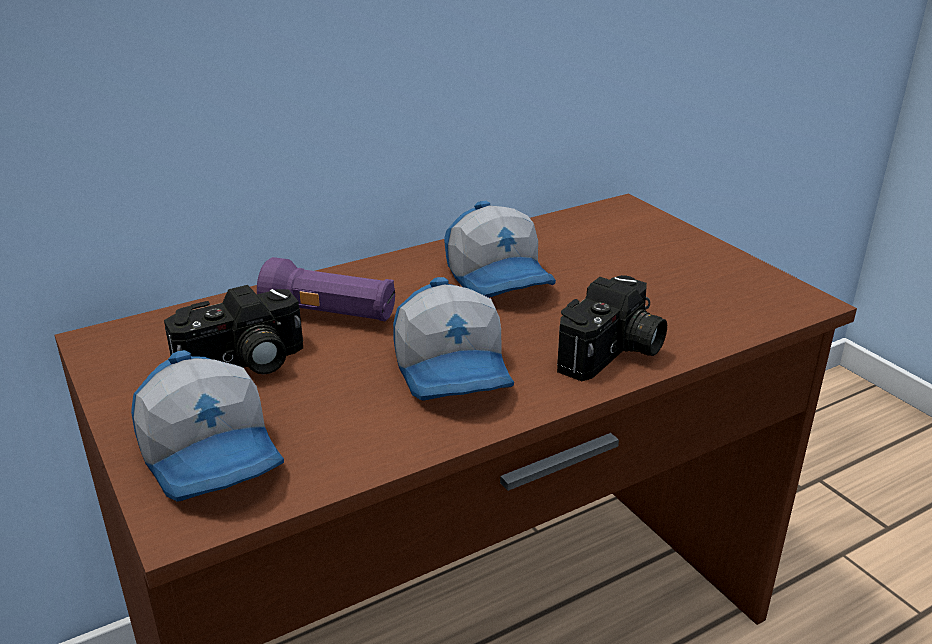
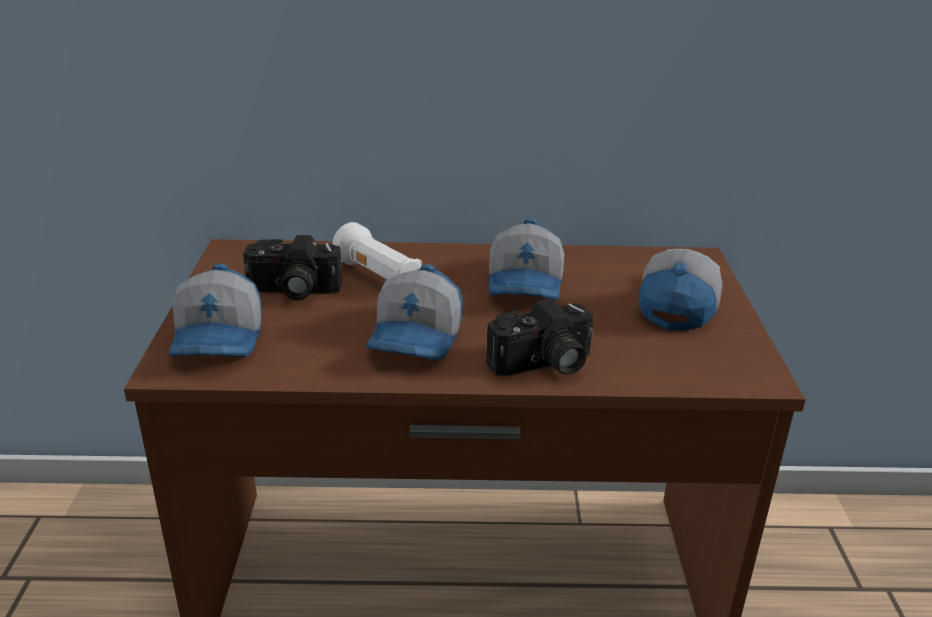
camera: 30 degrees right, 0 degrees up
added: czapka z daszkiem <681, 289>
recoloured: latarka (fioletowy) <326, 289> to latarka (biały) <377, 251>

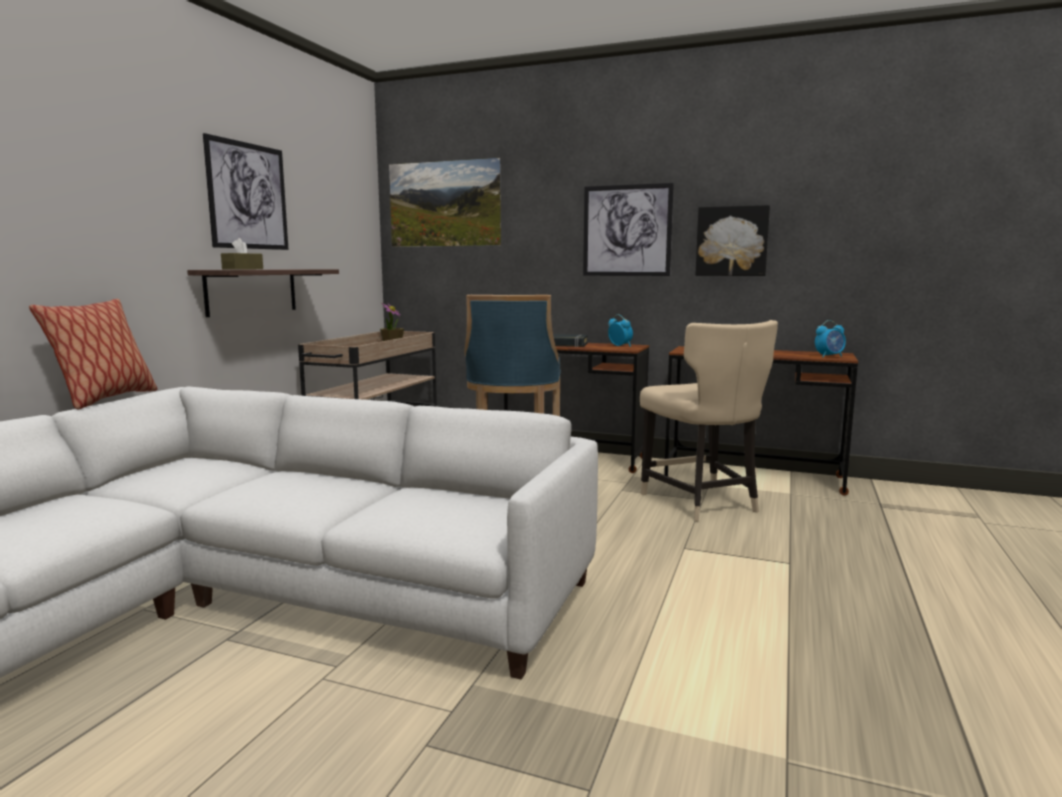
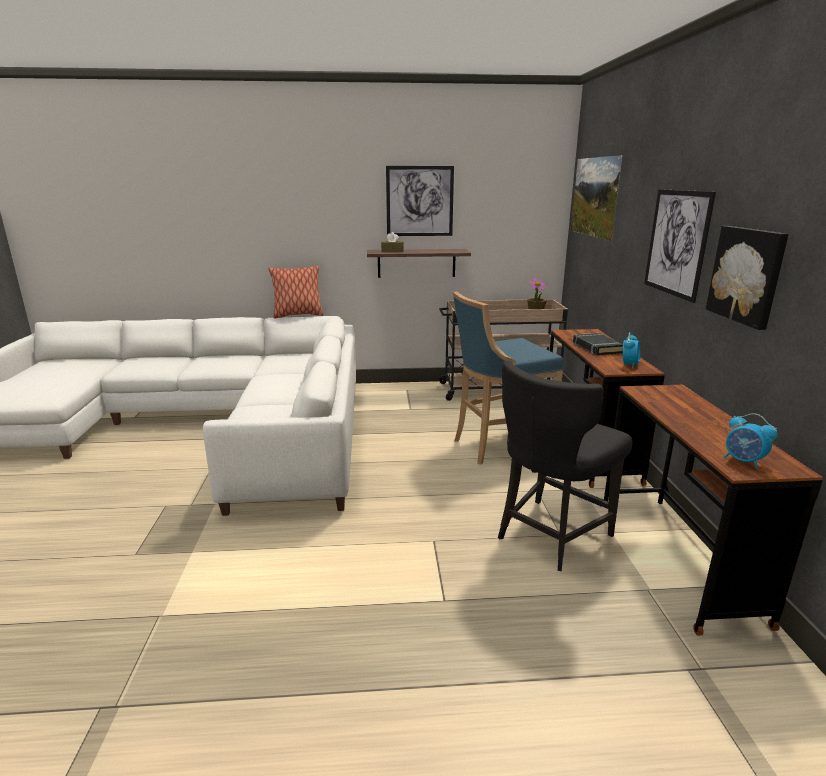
camera: 65 degrees right, 10 degrees up
recoloured: krzesło (beżowy) <709, 420> to krzesło (czarny) <565, 466>

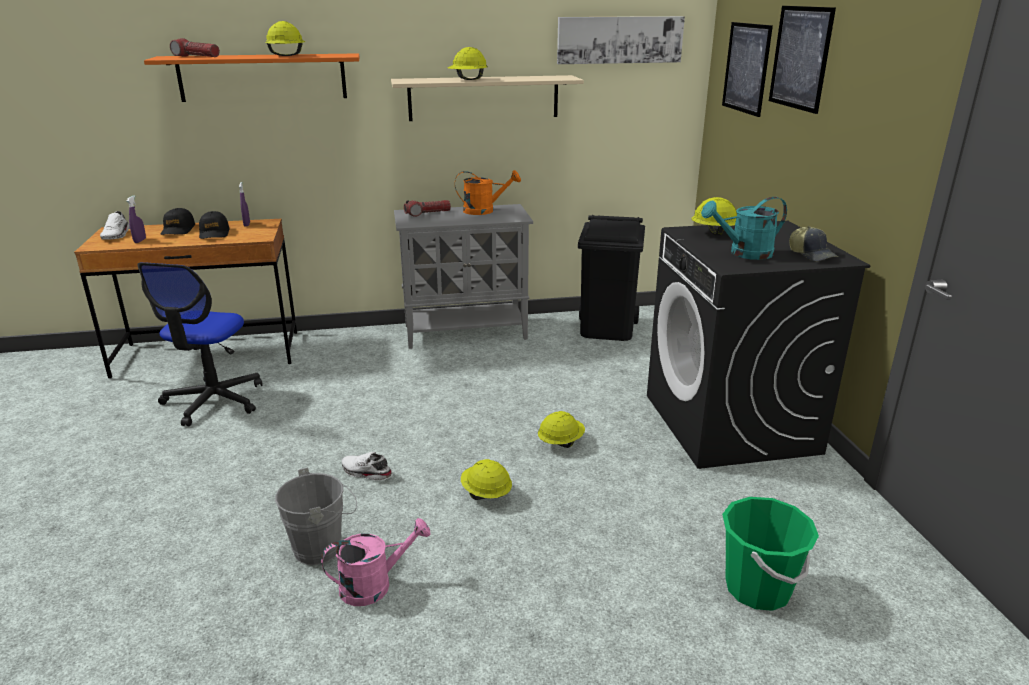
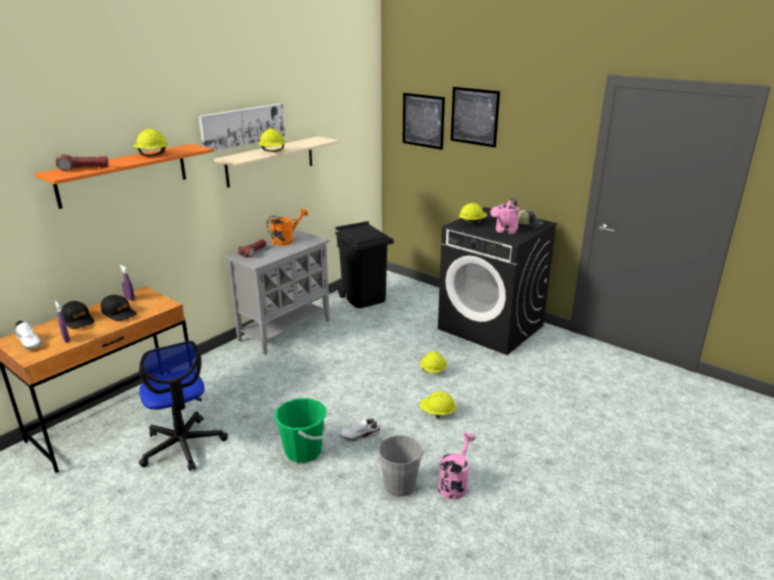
camera: 40 degrees left, 0 degrees up
moved: obraz <621, 40> to <242, 127>; wiadro (zielony) <770, 554> to <300, 430>
recoloured: konewka (turkusowy) <744, 228> to konewka (różowy) <505, 216>

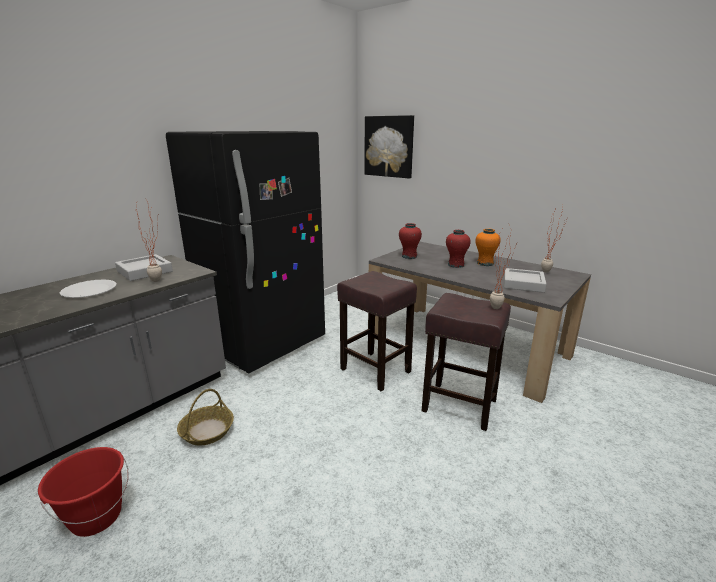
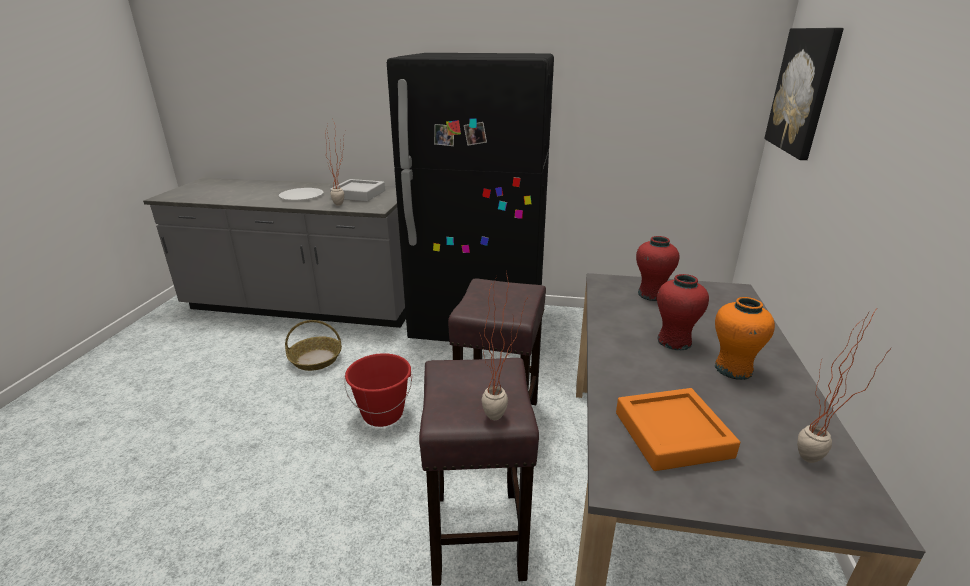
camera: 60 degrees right, 5 degrees up
moved: wiadro (czerwony) <83, 492> to <378, 390>
recoloured: taca (szary) <525, 280> to taca (pomarańczowy) <678, 429>

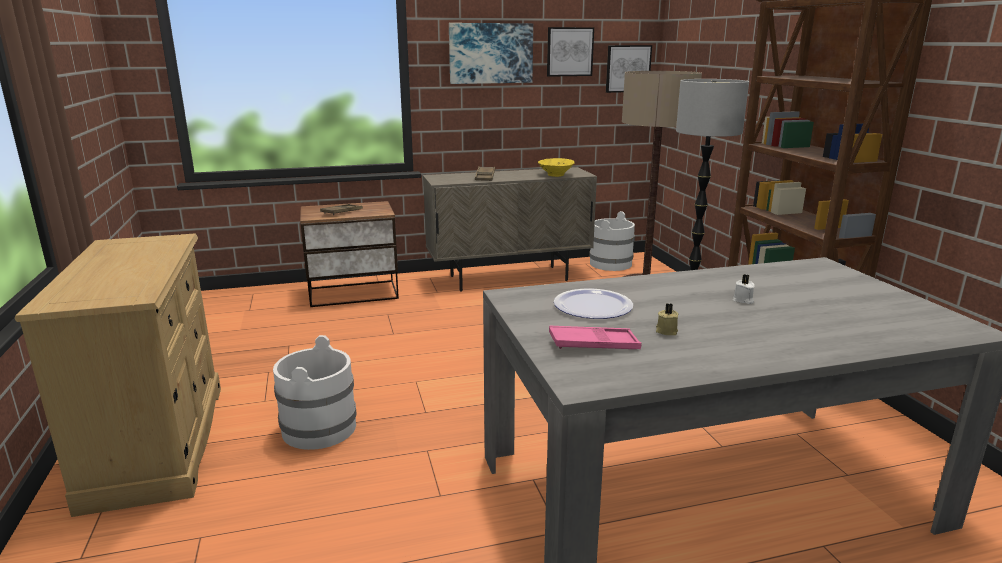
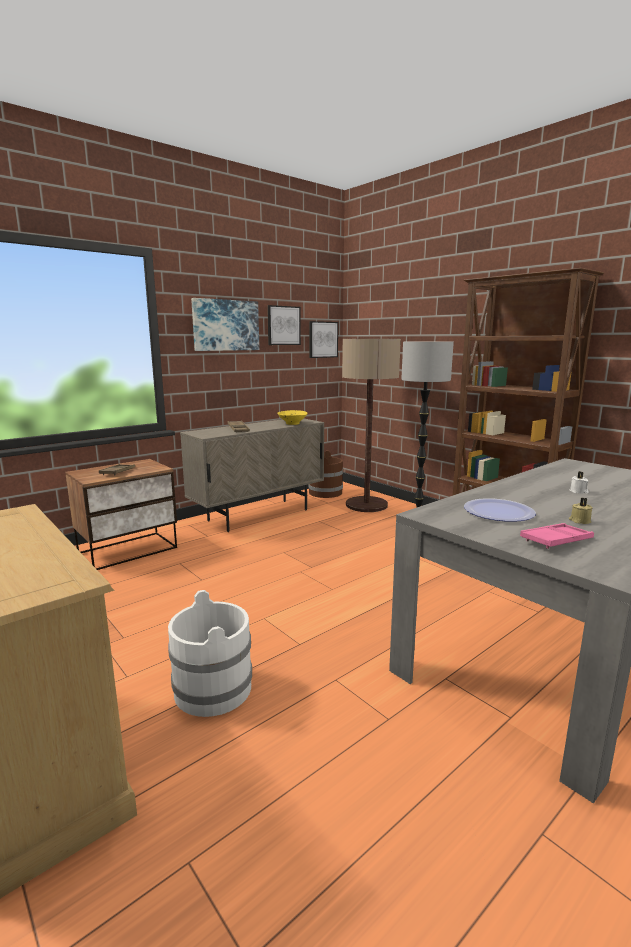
camera: 25 degrees left, 5 degrees down
recoloured: wiadro (biały) <612, 241> to wiadro (brązowy) <325, 474>

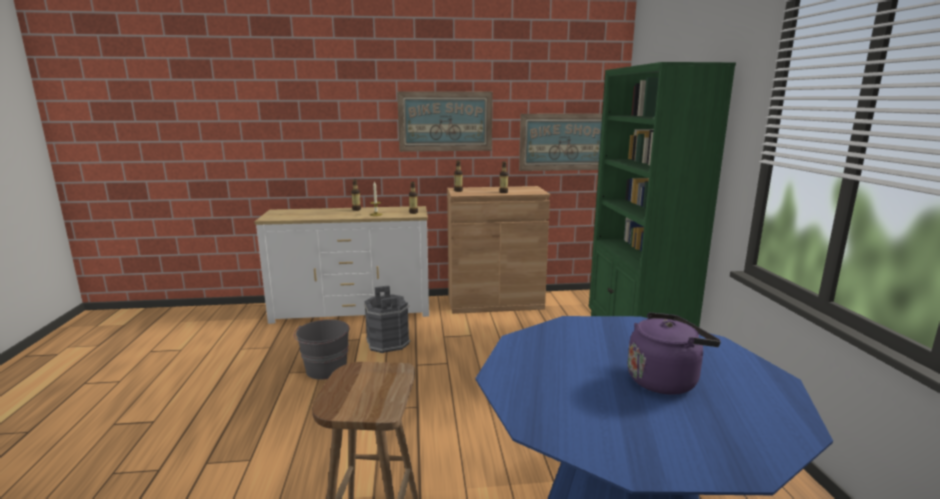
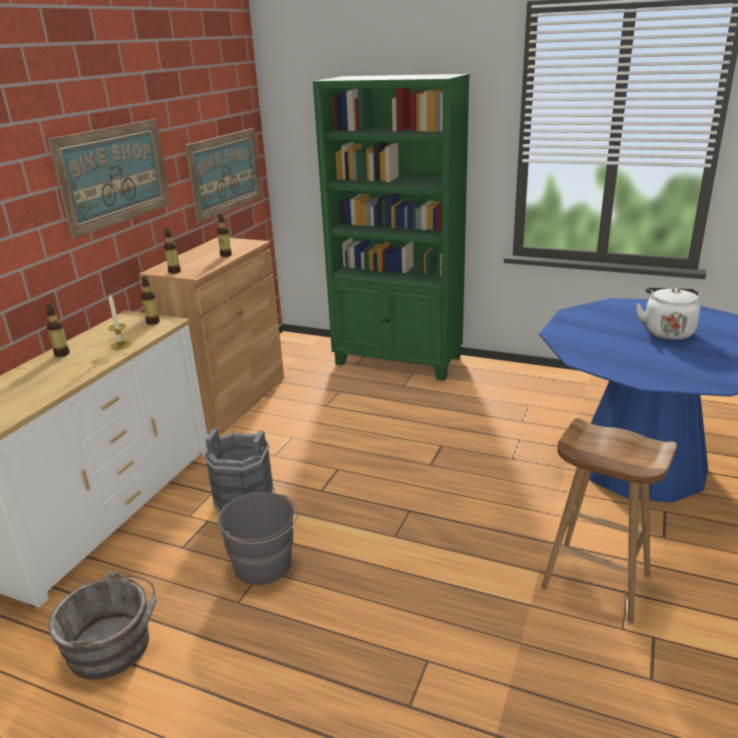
camera: 60 degrees left, 10 degrees up
added: wiadro (szary) <102, 625>
recoloured: czajnik (fioletowy) <674, 353> to czajnik (biały) <668, 314>

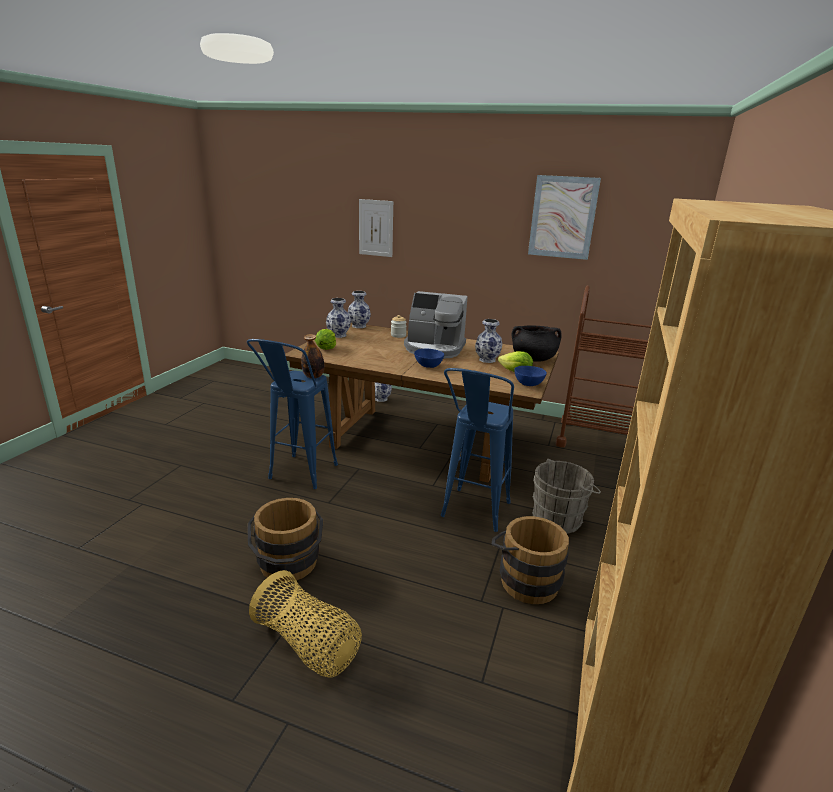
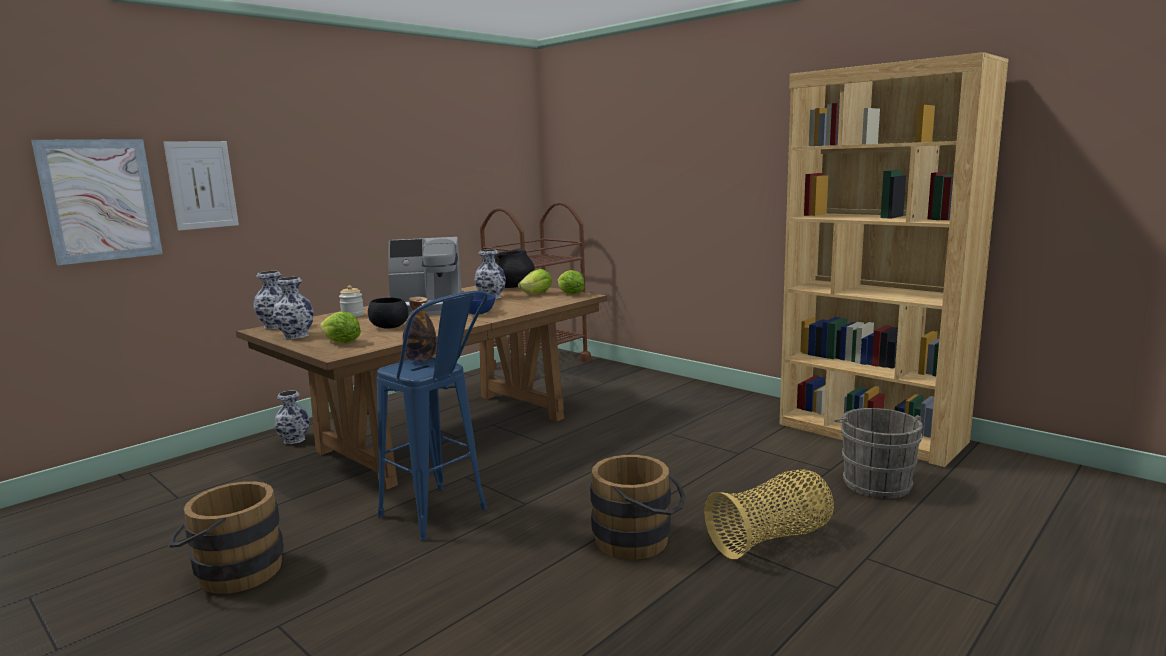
camera: 65 degrees left, 10 degrees down
removed: stołek (niebieski) <477, 450>
added: miska (czarny) <388, 313>
moved: obraz <564, 217> to <97, 202>; wiadro (brązowy) <530, 560> to <226, 537>; wiadro (szary) <566, 496> to <878, 453>
replaced: miska (niebieski) <530, 376> to sałata <570, 282>
turned: ekspres do kawy <436, 325> = <426, 276> 45 degrees clockwise

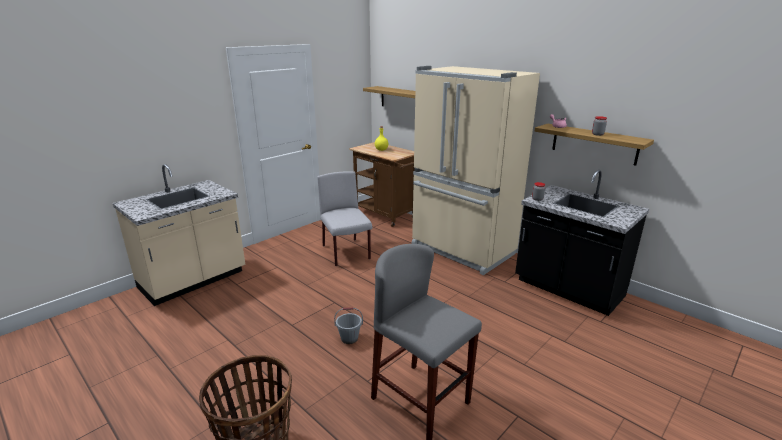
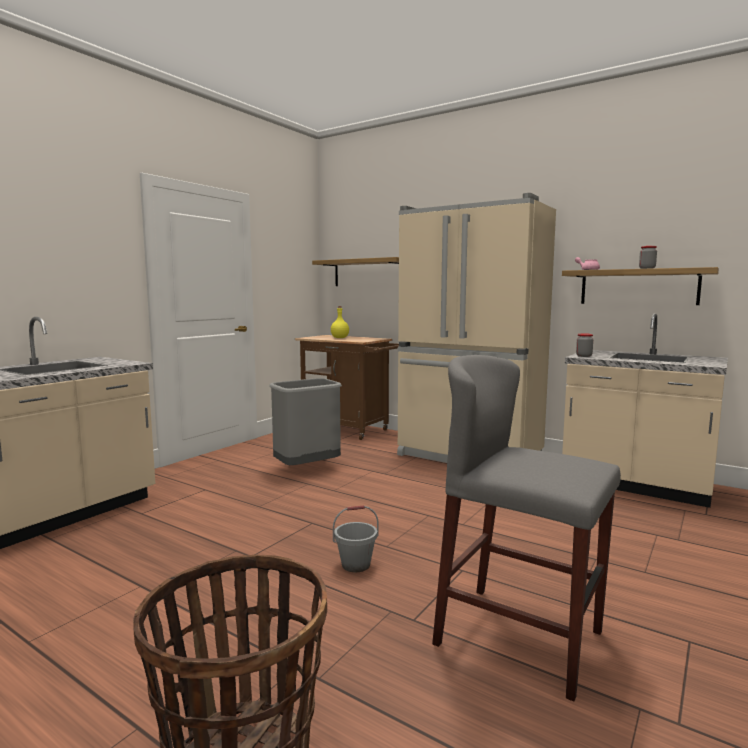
camera: 10 degrees left, 15 degrees down
replaced: krzesło (szary) <344, 218> to kosz na śmieci (szary) <305, 421>
recoloured: zabudowa kuchenna (czarny) <582, 243> to zabudowa kuchenna (beżowy) <645, 410>

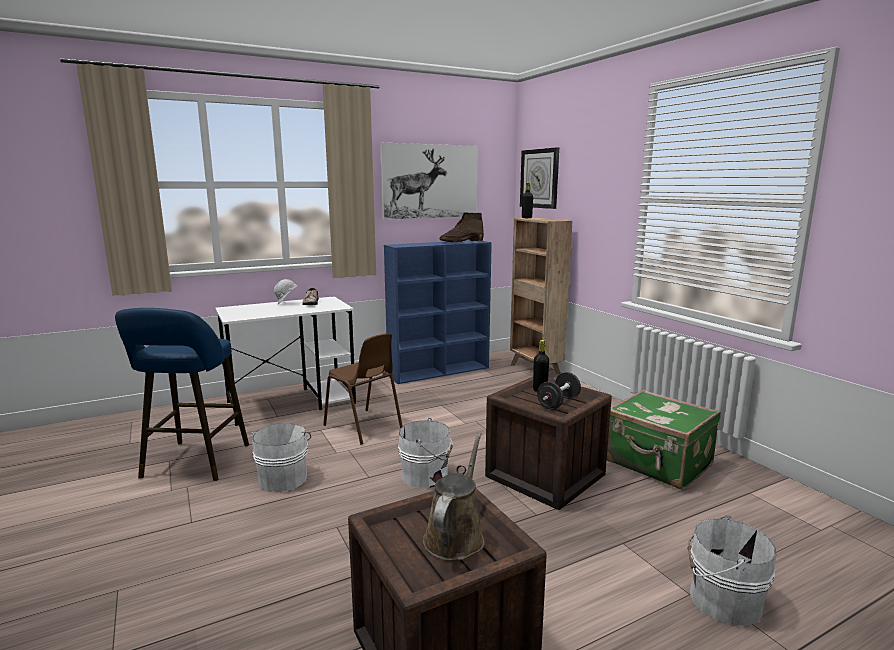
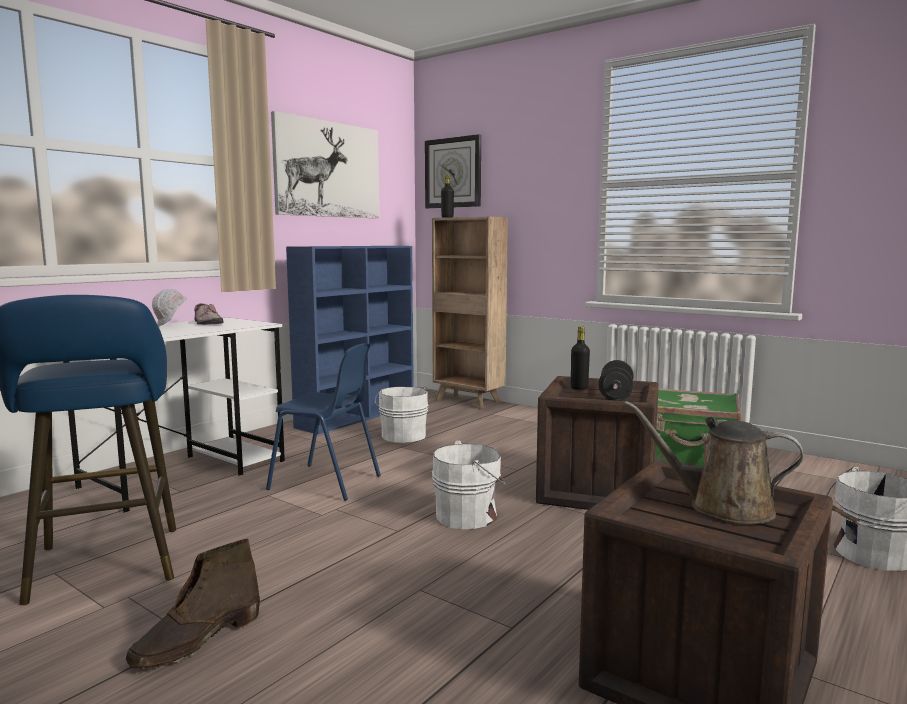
camera: 25 degrees left, 5 degrees down
moved: but z cholewką (brązowy) <461, 227> to <193, 604>; wiadro (biały) <281, 457> to <401, 414>
recoloured: krzesło (brązowy) <363, 389> to krzesło (niebieski) <323, 422>
turned: konewka (brązowy) <454, 497> = <713, 462> 60 degrees counterclockwise

